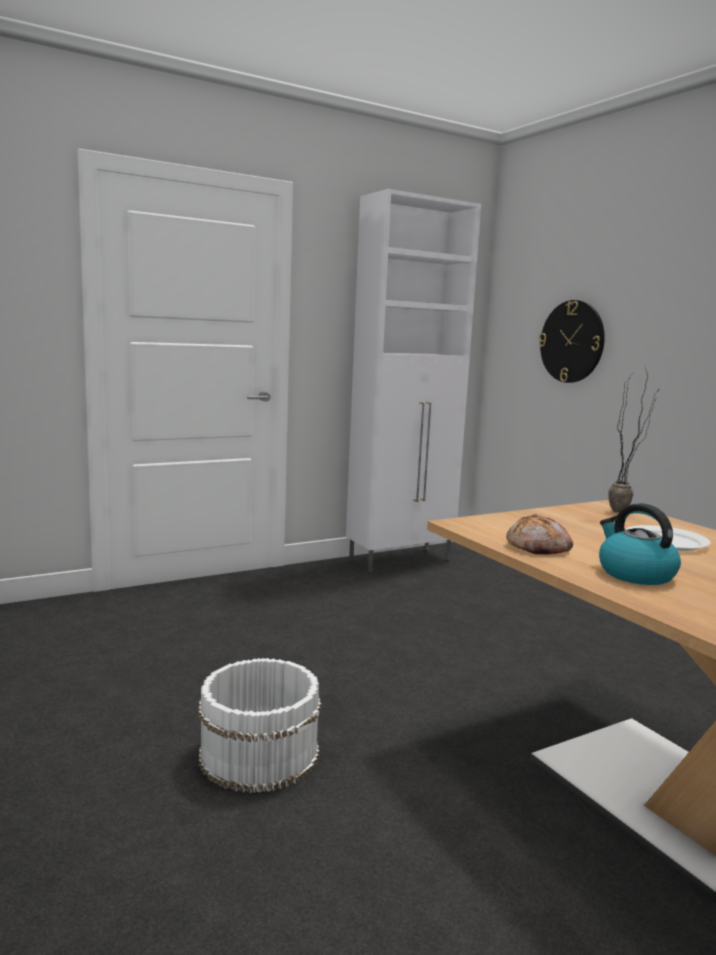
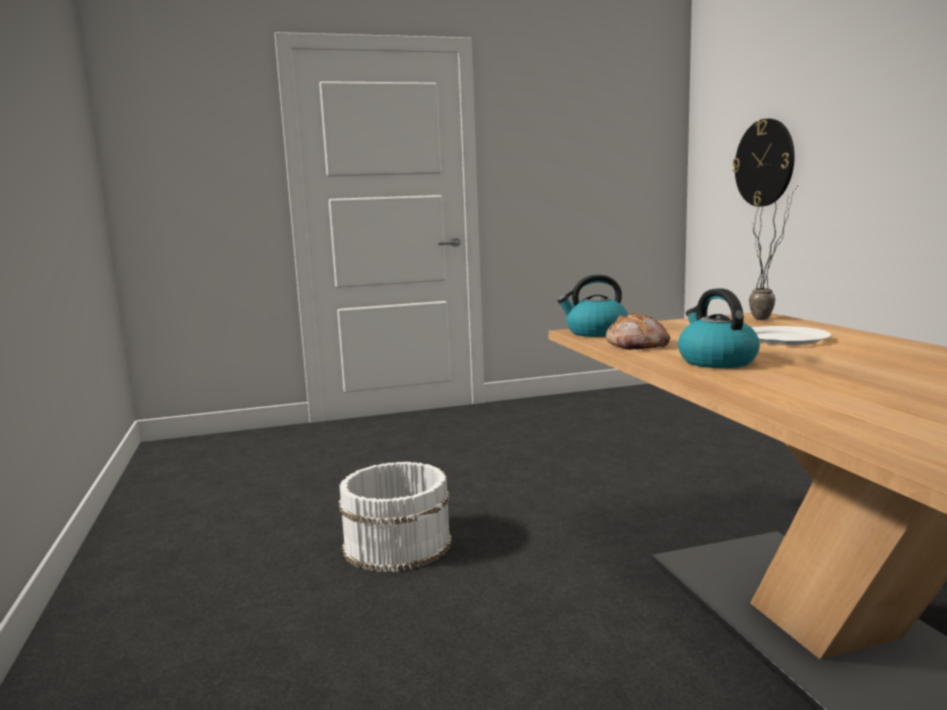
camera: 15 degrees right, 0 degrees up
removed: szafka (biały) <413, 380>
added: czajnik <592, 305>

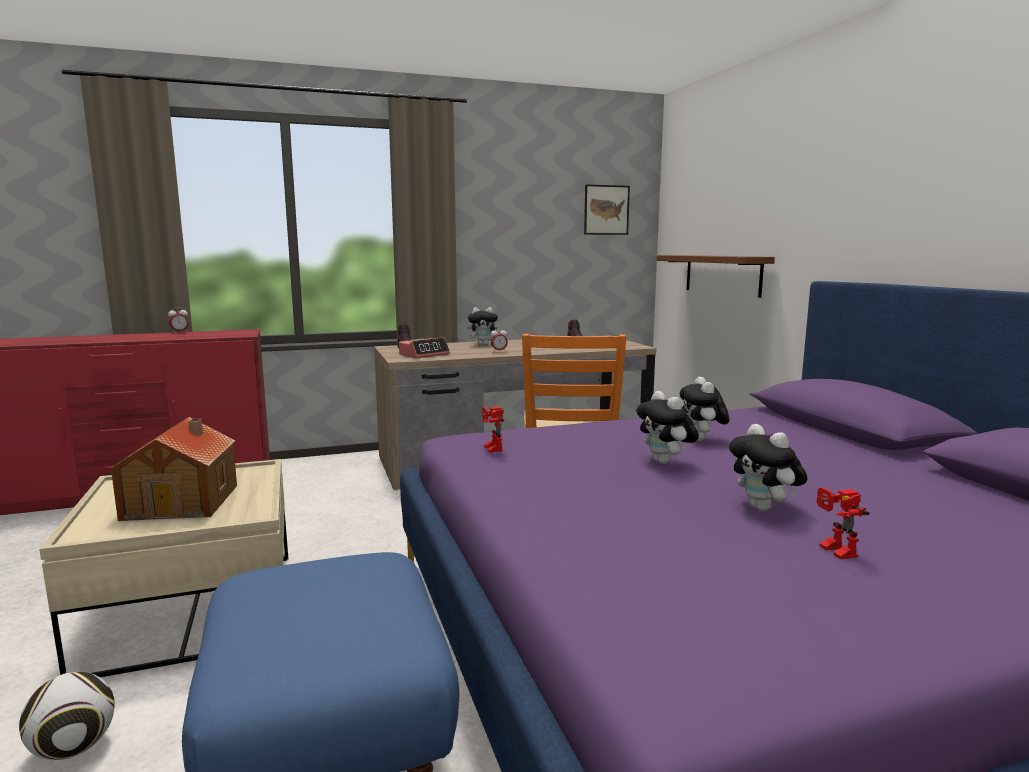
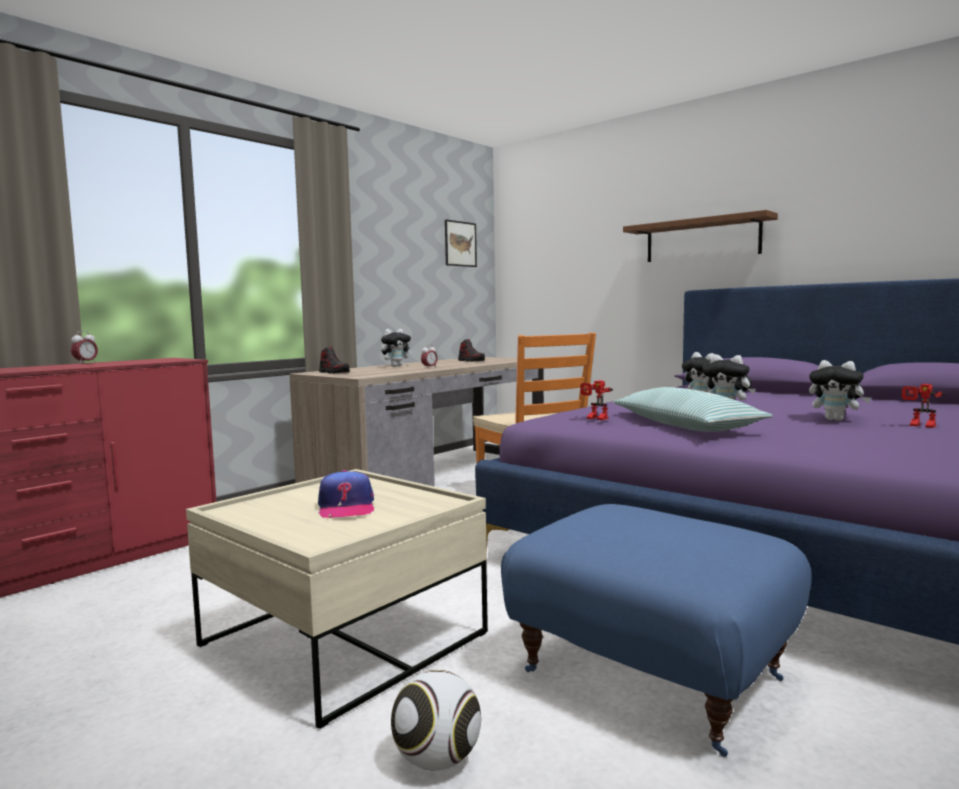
camera: 30 degrees left, 5 degrees down
removed: budzik <424, 347>
added: poduszka <693, 409>
moved: półka (brązowy) <716, 276> to <700, 236>
replaced: domek <173, 469> to czapka z daszkiem <346, 494>

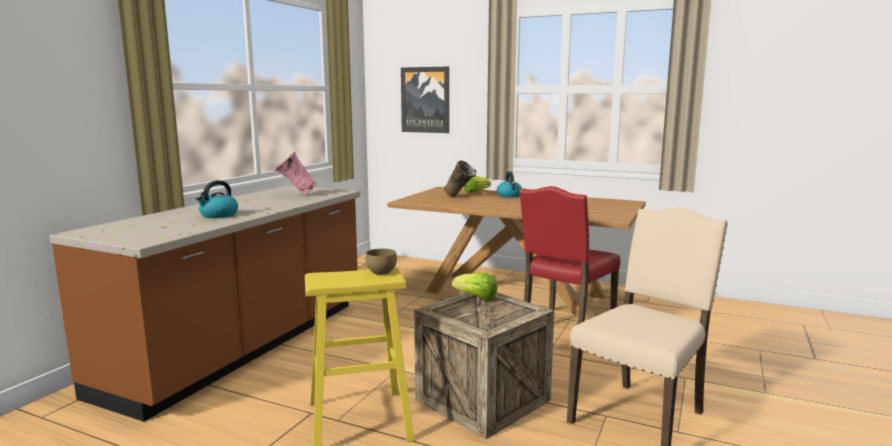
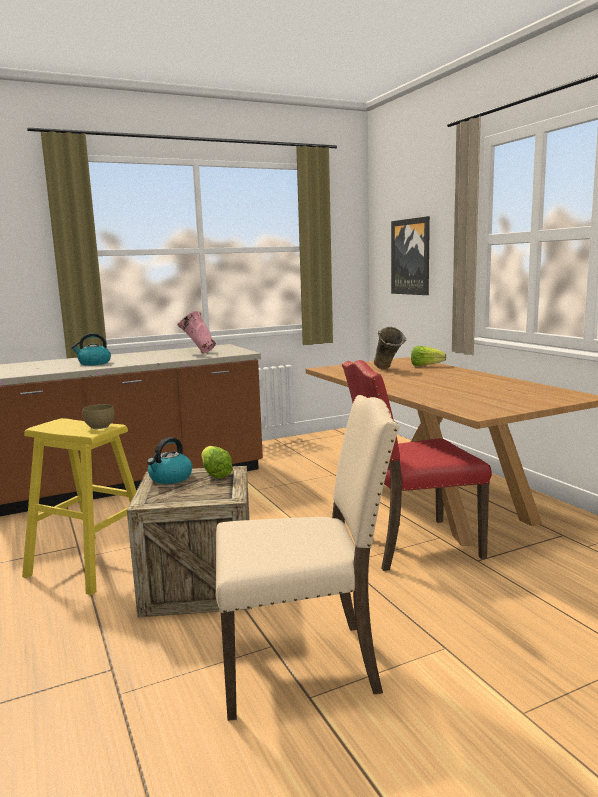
camera: 40 degrees right, 0 degrees up
moved: czajnik <509, 184> to <169, 460>

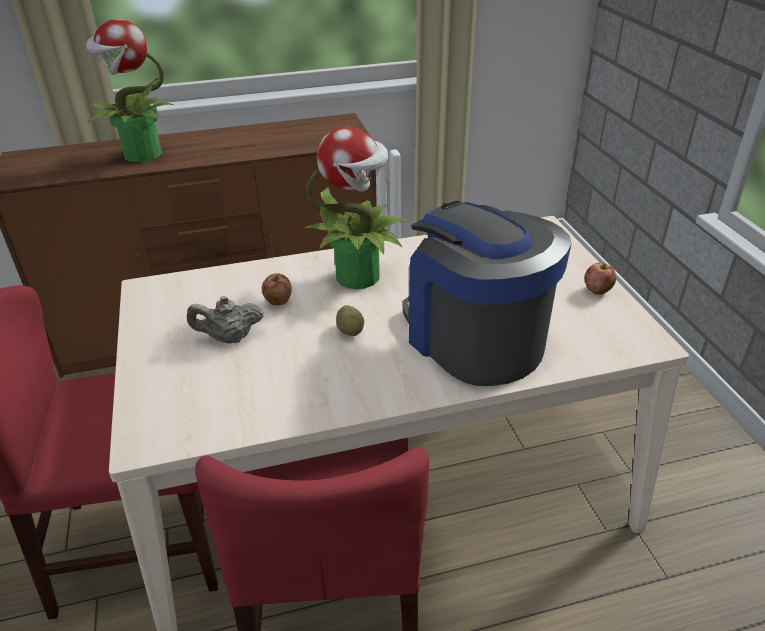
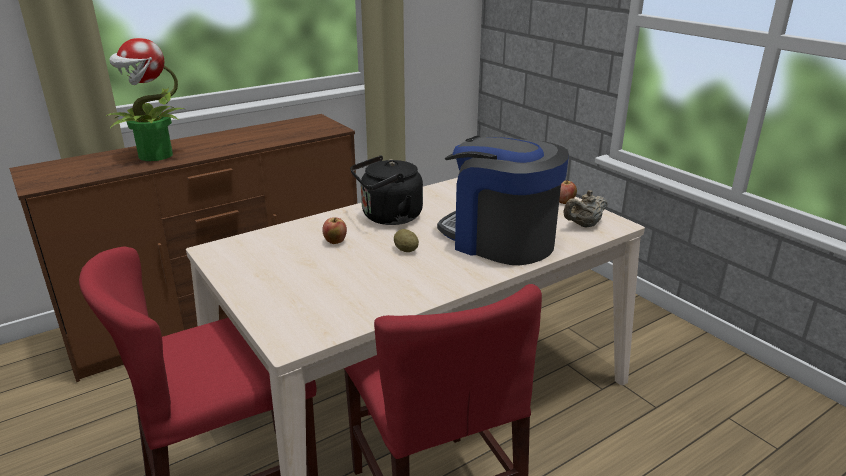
camera: 20 degrees left, 10 degrees down
moved: imbryk (beżowy) <225, 320> to <585, 208>
replaced: roślina doniczkowa <357, 208> to czajnik (czarny) <386, 190>

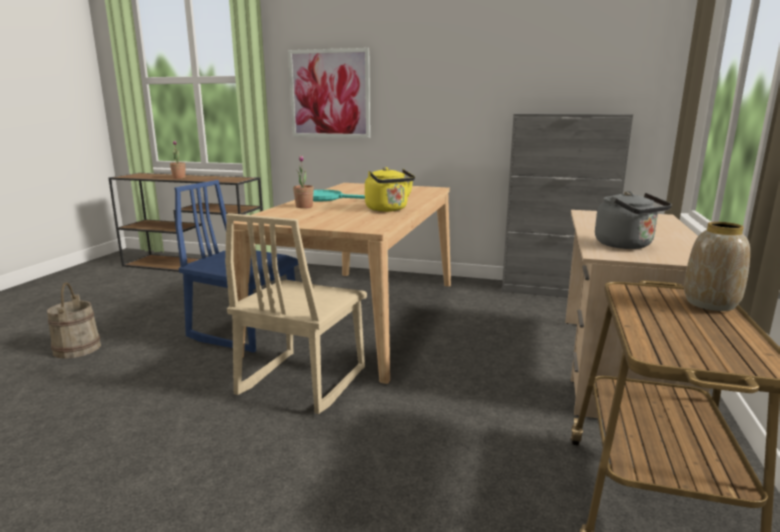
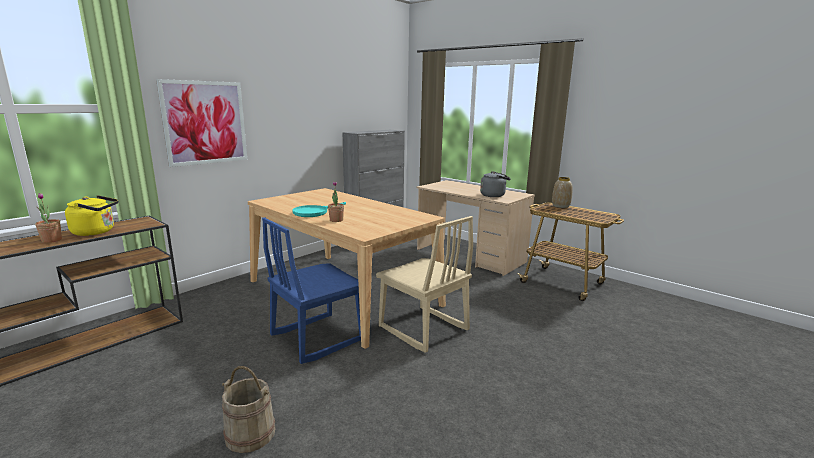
camera: 65 degrees left, 0 degrees up
moved: czajnik (żółty) <390, 189> to <91, 215>

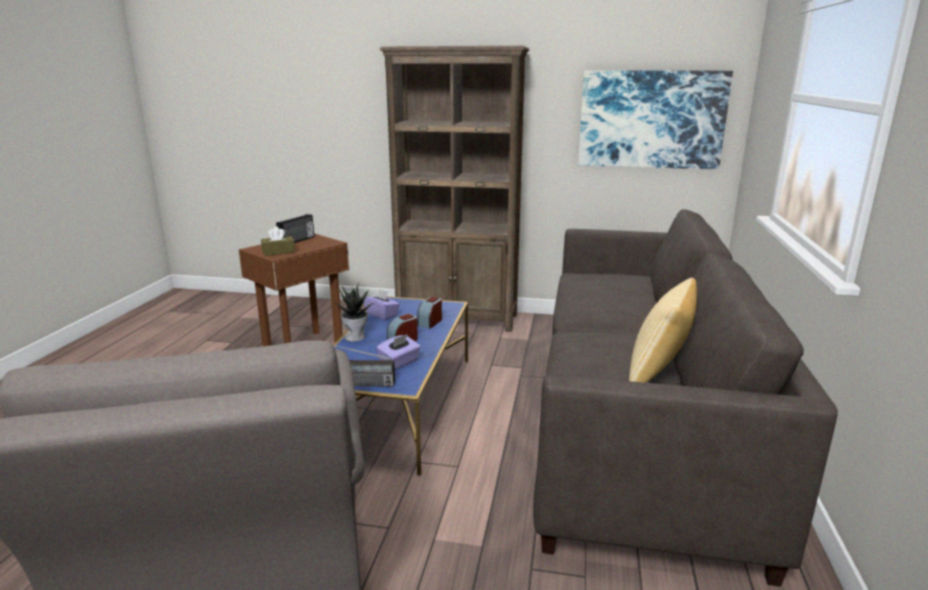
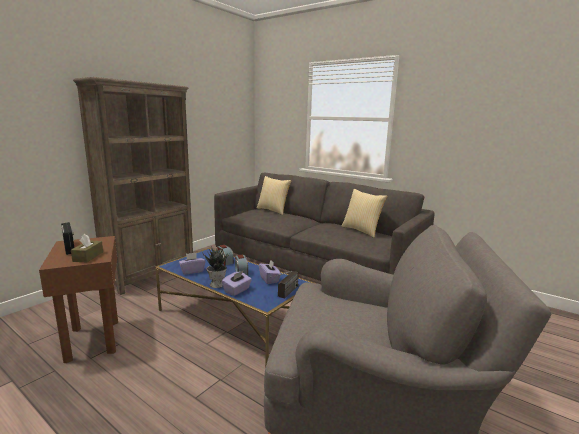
camera: 65 degrees left, 5 degrees down
removed: obraz <655, 119>
added: pudełko chusteczek (fioletowy) <237, 283>; poduszka <274, 195>

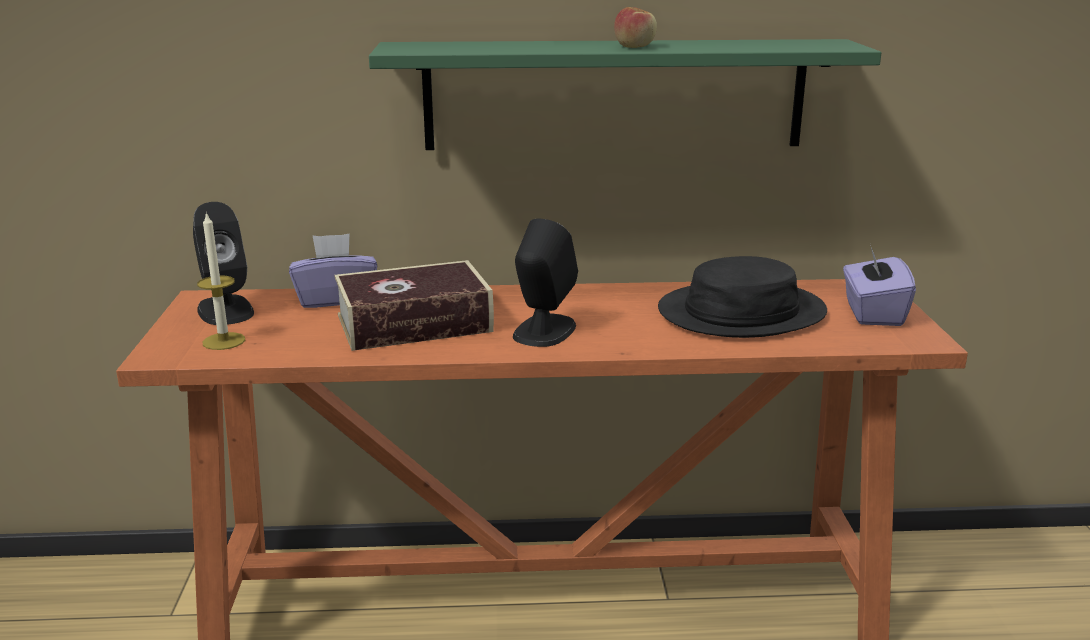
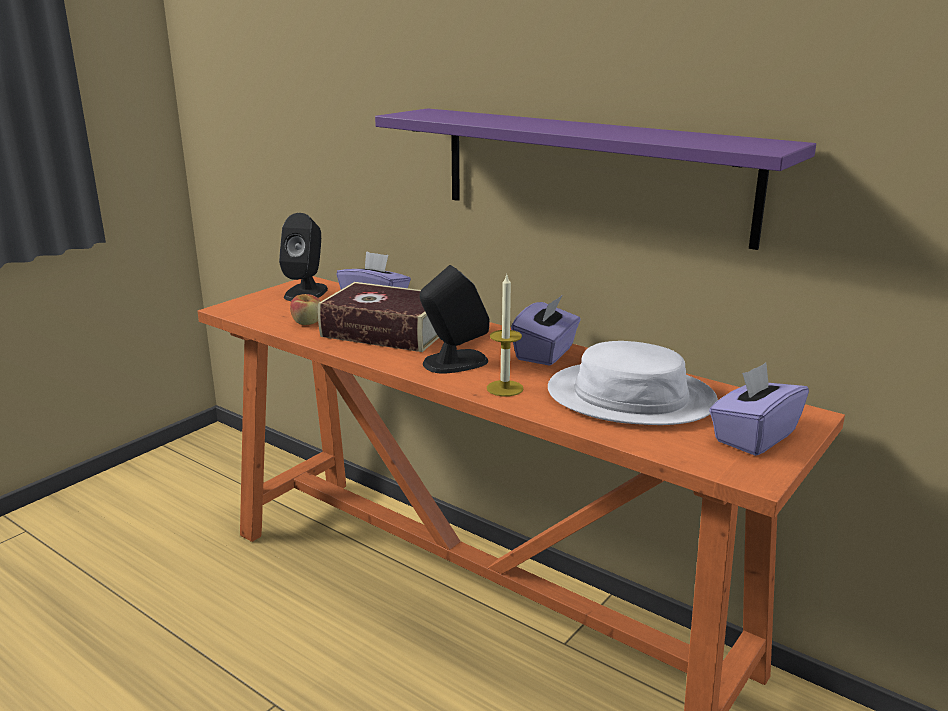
camera: 40 degrees right, 0 degrees up
added: pudełko chusteczek (fioletowy) <546, 331>
moved: jabłko <635, 27> to <305, 309>; świeca <221, 280> to <505, 335>
recoloured: półka (zielony) <625, 94> to półka (fioletowy) <595, 179>; kapelusz (czarny) <742, 297> to kapelusz (biały) <633, 383>

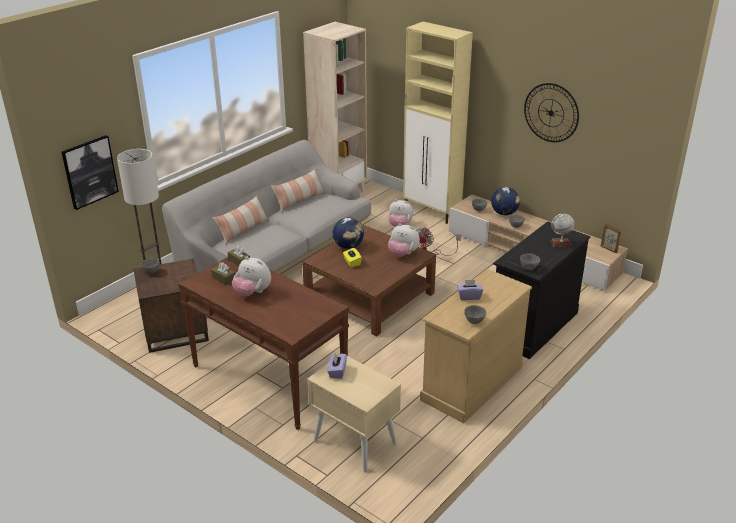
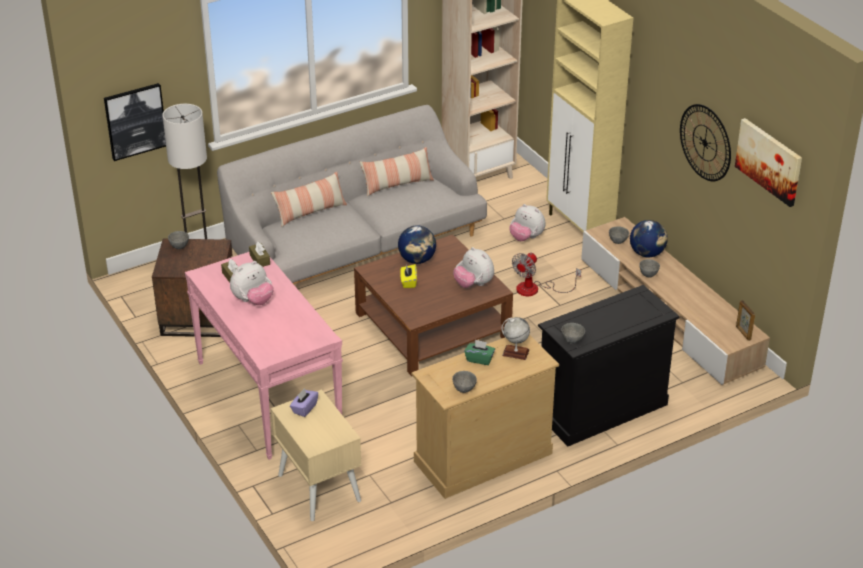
camera: 20 degrees right, 5 degrees up
added: obraz <768, 162>
moved: globus <562, 230> to <516, 338>
recoloured: stolik konsolowy (brązowy) <263, 343> to stolik konsolowy (różowy) <264, 356>; pudełko chusteczek (fioletowy) <470, 290> to pudełko chusteczek (zielony) <479, 352>
turned: pluszak <251, 276> = <252, 283> 90 degrees counterclockwise

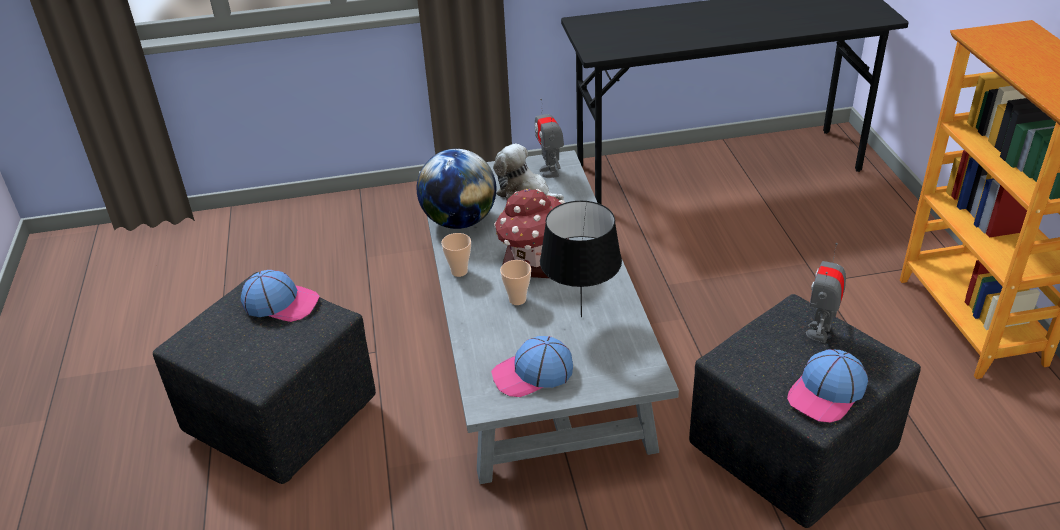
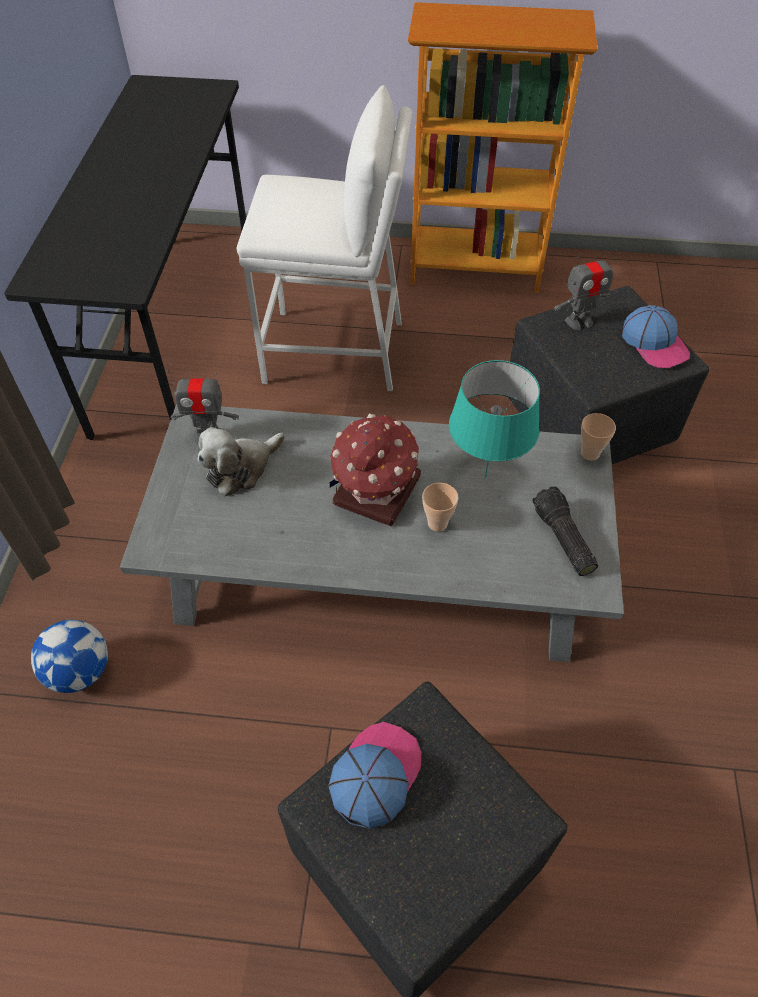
camera: 75 degrees left, 15 degrees up
removed: globus <456, 189>
added: piłka futbolowa <69, 656>; stołek (biały) <324, 238>
moved: filiżanka <456, 255> to <598, 437>
replaced: czapka z daszkiem <532, 366> to latarka <565, 531>
recoloured: lampa stołowa (czarny) <581, 259> to lampa stołowa (turkusowy) <494, 419>
turned: robot zabawkowy <826, 293> = <585, 290> 60 degrees counterclockwise

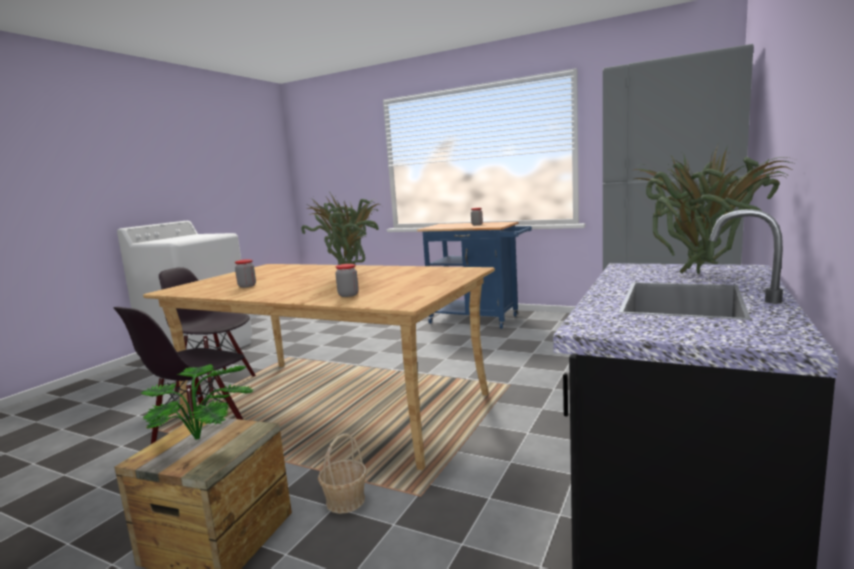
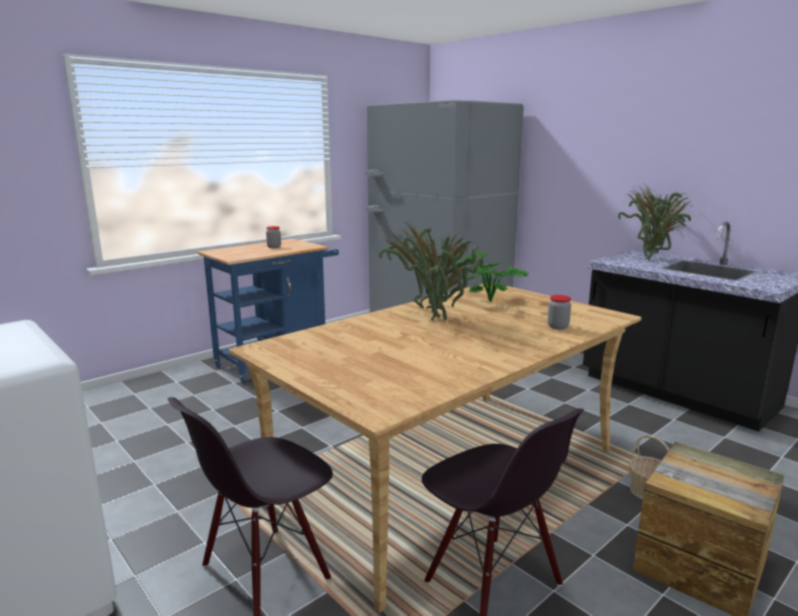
camera: 70 degrees left, 5 degrees up
removed: słoik <245, 273>
moved: roślina doniczkowa <197, 402> to <490, 277>

